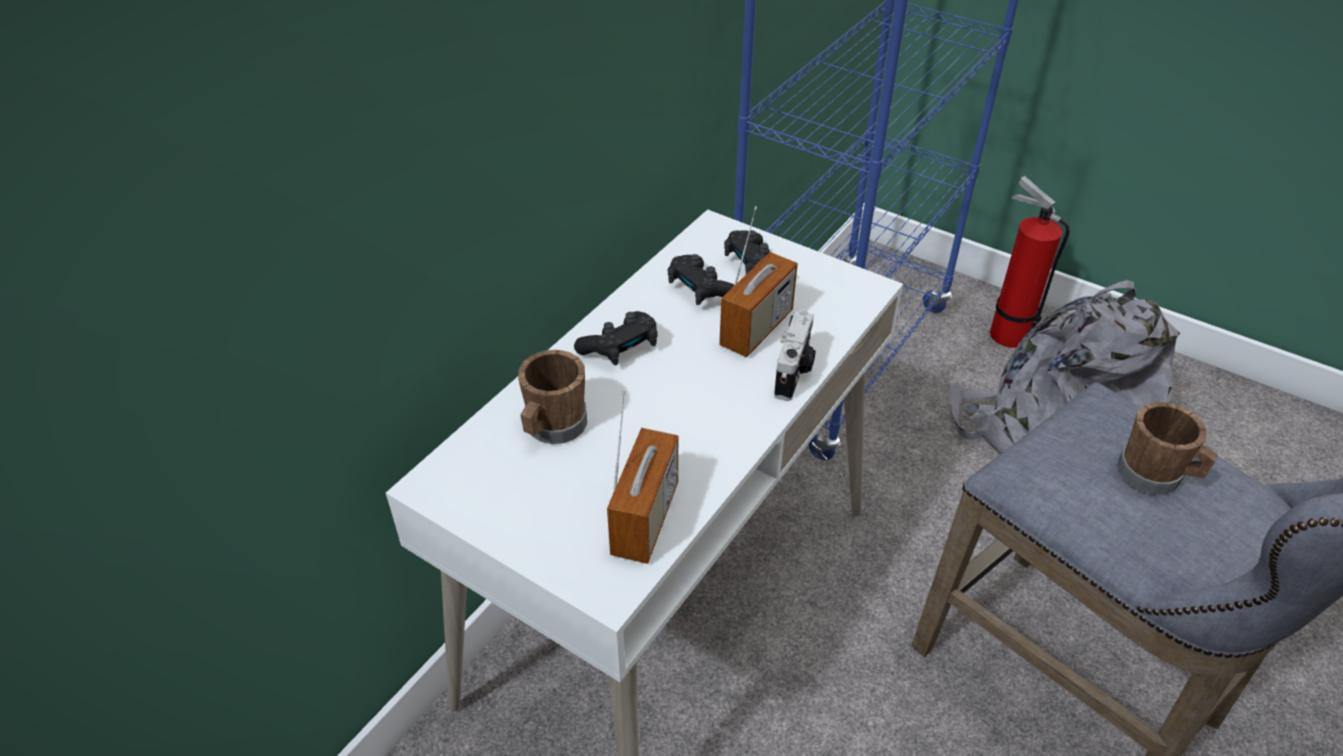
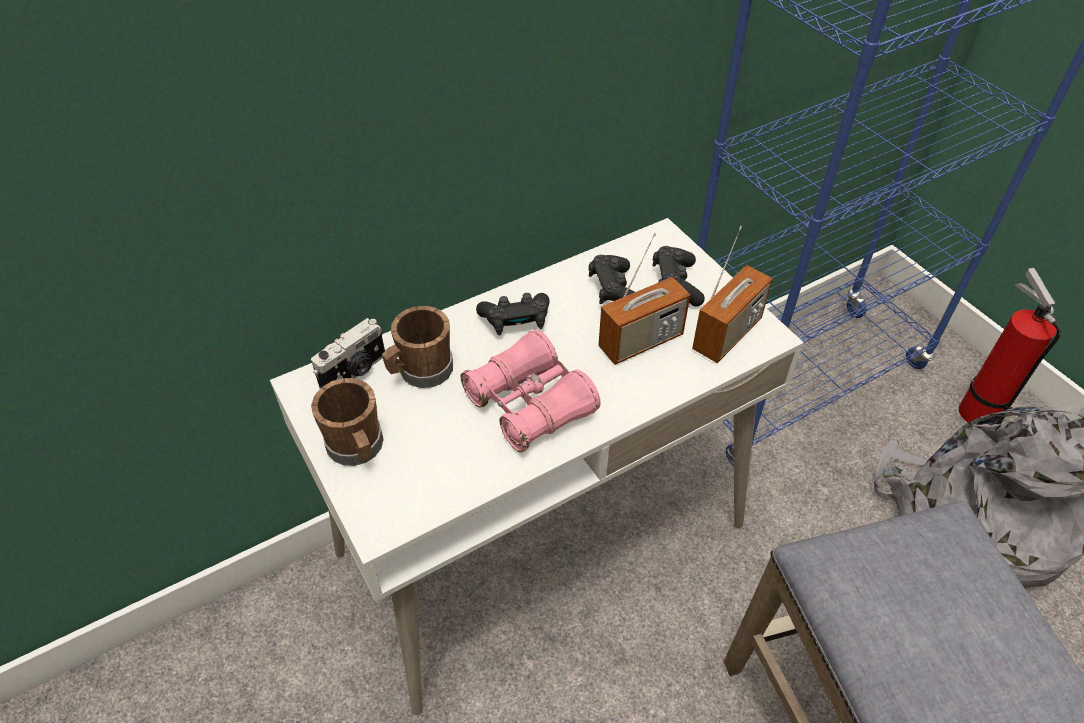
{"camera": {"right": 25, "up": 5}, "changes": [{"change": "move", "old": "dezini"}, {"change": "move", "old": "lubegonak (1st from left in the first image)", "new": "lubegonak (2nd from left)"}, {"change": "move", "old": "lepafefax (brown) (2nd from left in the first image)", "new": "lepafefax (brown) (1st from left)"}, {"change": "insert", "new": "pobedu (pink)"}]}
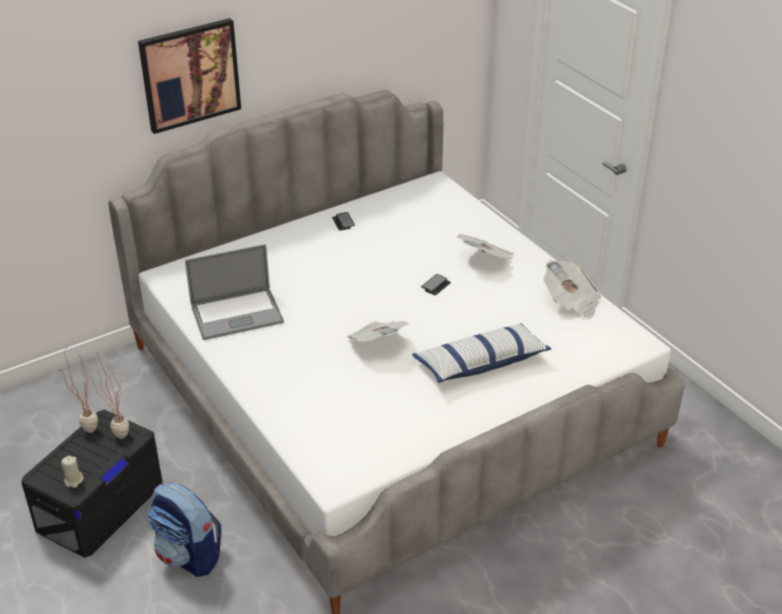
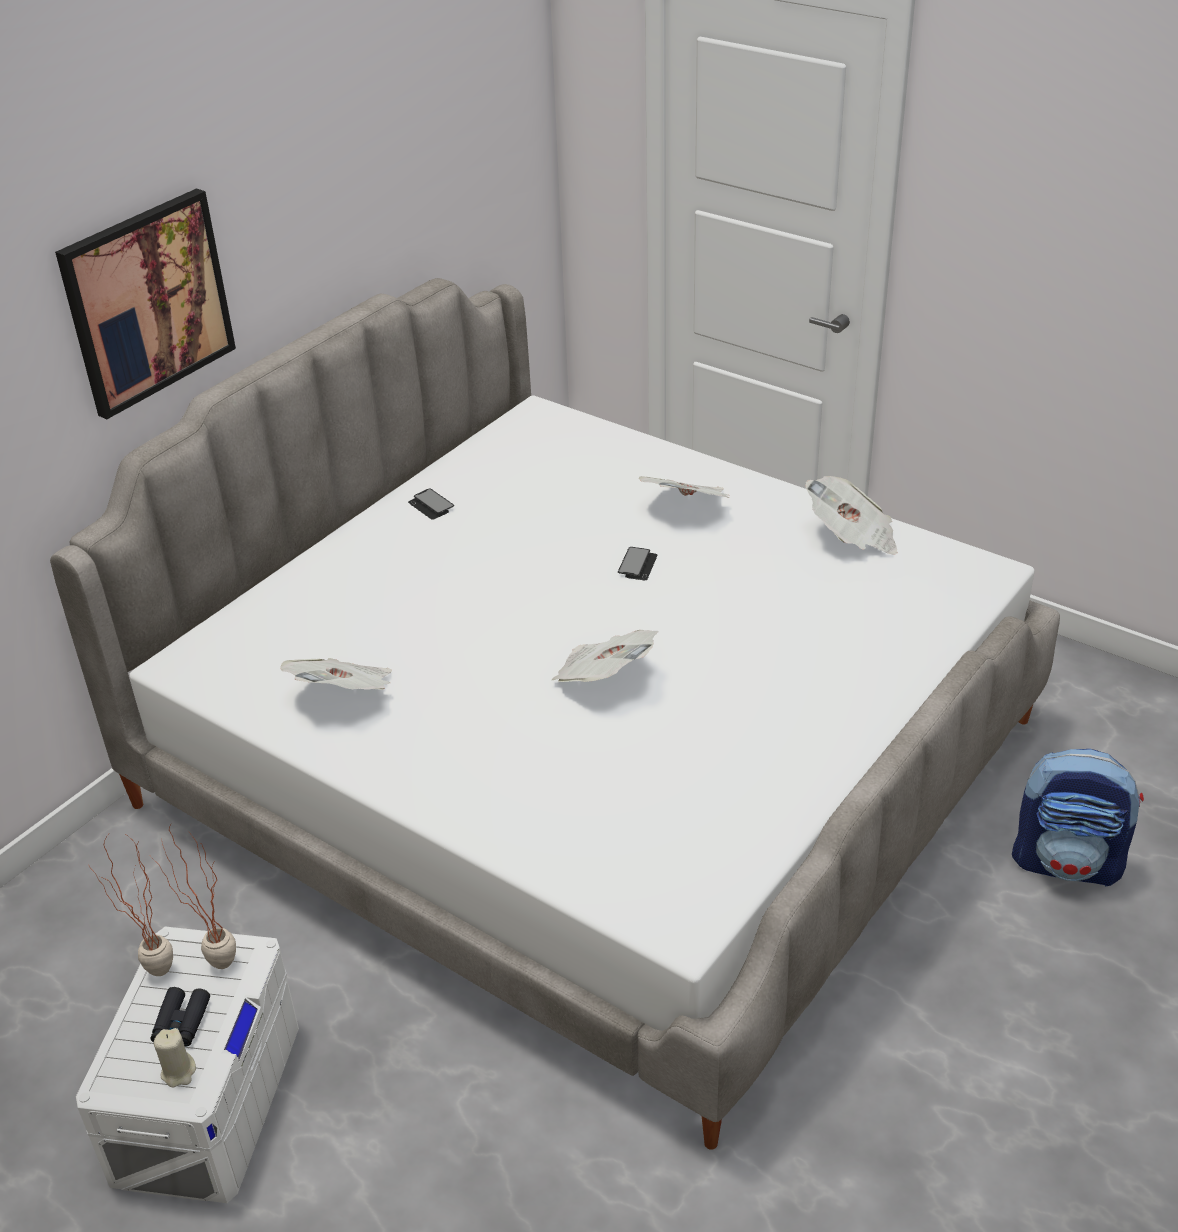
{"camera": {"right": -20, "up": 0}, "changes": [{"change": "replace", "old": "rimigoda", "new": "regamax (1st from left)"}, {"change": "delete", "old": "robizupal"}, {"change": "recolor", "old": "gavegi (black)", "new": "gavegi (white)"}, {"change": "move", "old": "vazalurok"}, {"change": "insert", "new": "pobedu (black)"}]}
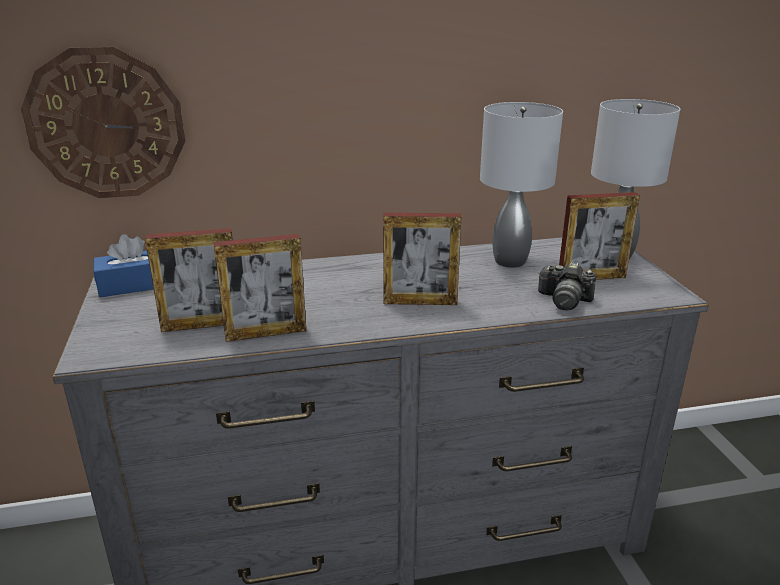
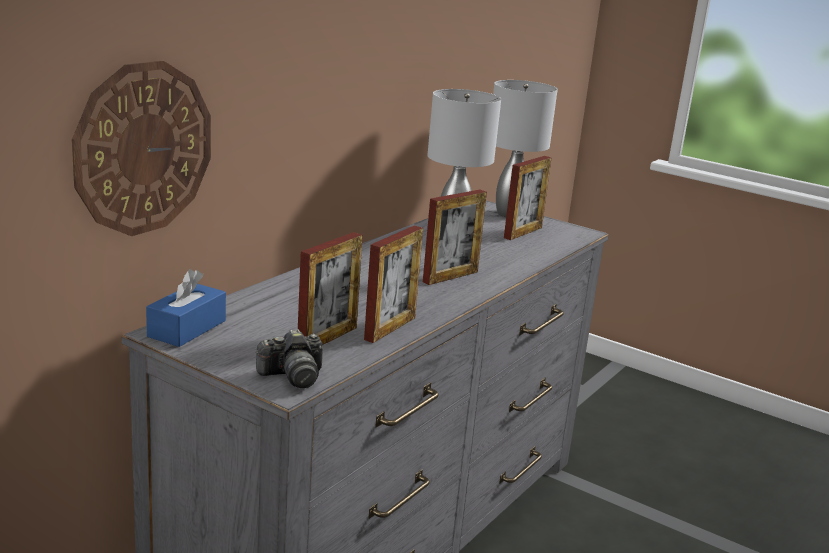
{"camera": {"right": -45, "up": -5}, "changes": [{"change": "move", "old": "dezini"}]}
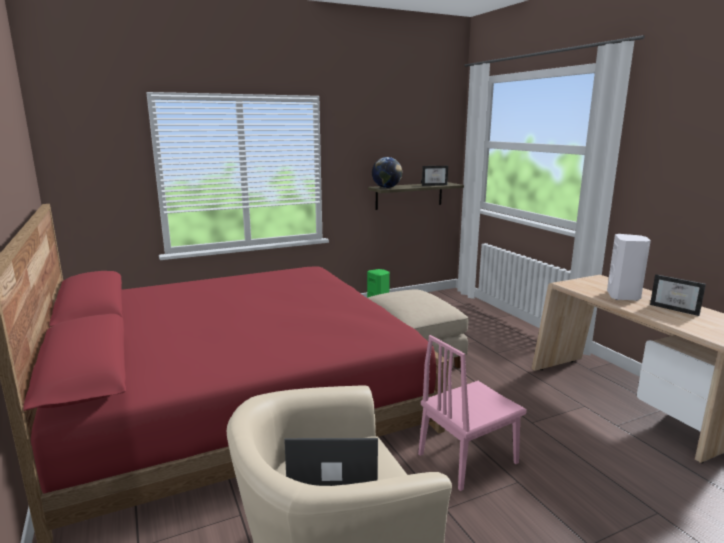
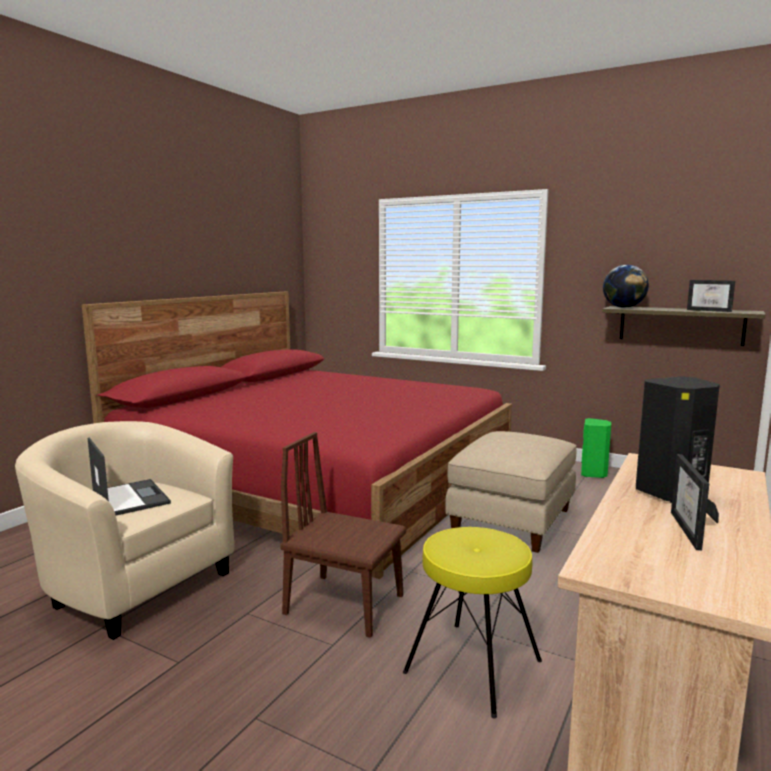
{"camera": {"right": 55, "up": -5}, "changes": [{"change": "recolor", "old": "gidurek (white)", "new": "gidurek (black)"}, {"change": "recolor", "old": "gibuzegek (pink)", "new": "gibuzegek (brown)"}, {"change": "insert", "new": "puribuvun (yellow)"}]}
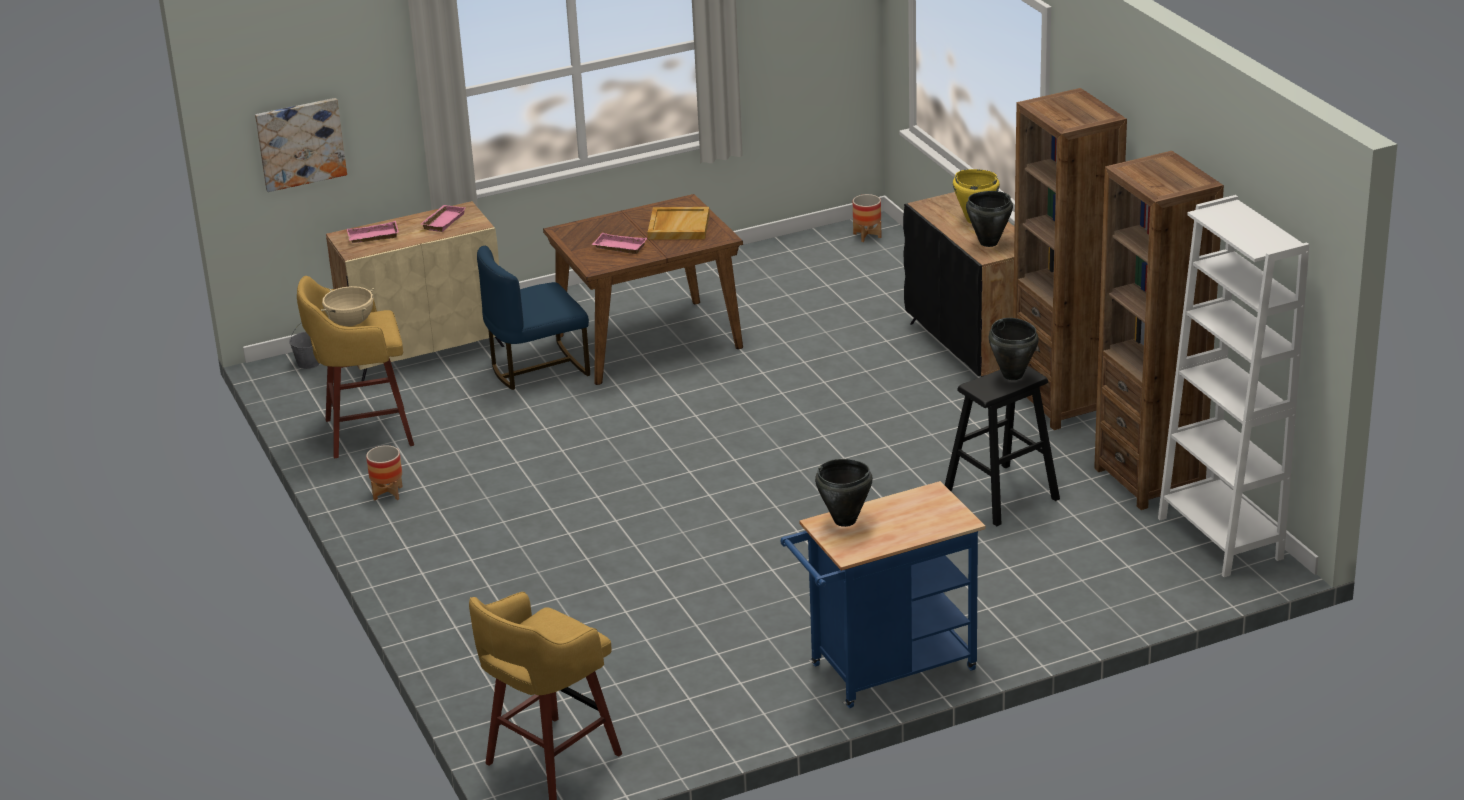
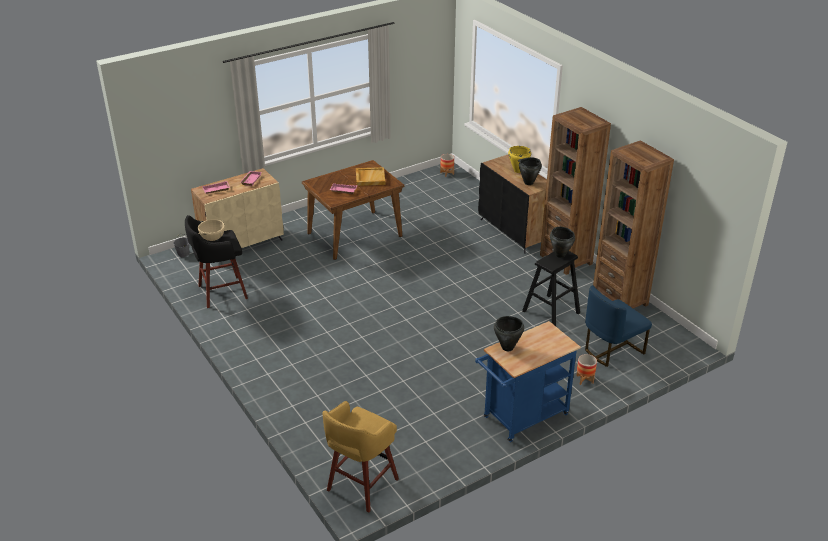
{"camera": {"right": -10, "up": 5}, "changes": [{"change": "delete", "old": "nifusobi"}, {"change": "delete", "old": "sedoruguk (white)"}, {"change": "move", "old": "gibuzegek (blue)"}, {"change": "recolor", "old": "puribuvun (yellow) (1st from left)", "new": "puribuvun (black) (1st from left)"}, {"change": "move", "old": "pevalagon (1st from left in the first image)", "new": "pevalagon (2nd from left)"}]}
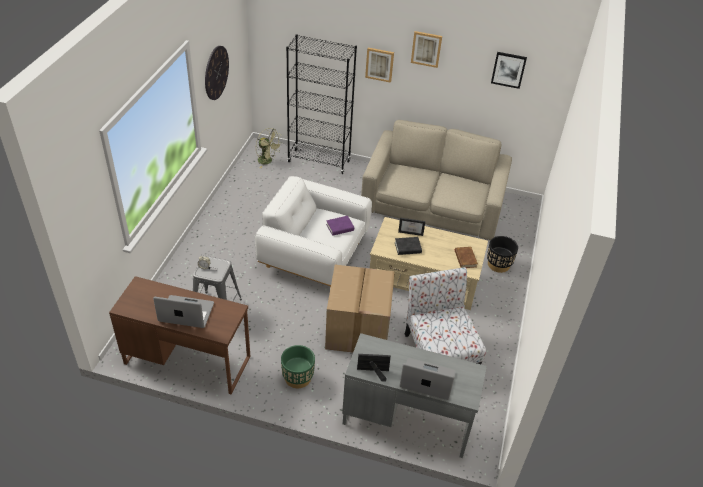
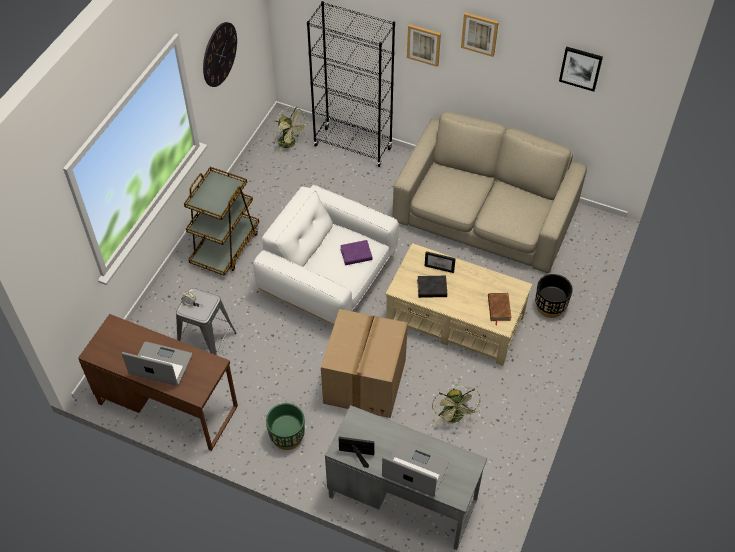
{"camera": {"right": 10, "up": 10}, "changes": [{"change": "replace", "old": "gibuzegek", "new": "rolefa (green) (2nd from left)"}, {"change": "insert", "new": "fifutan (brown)"}]}
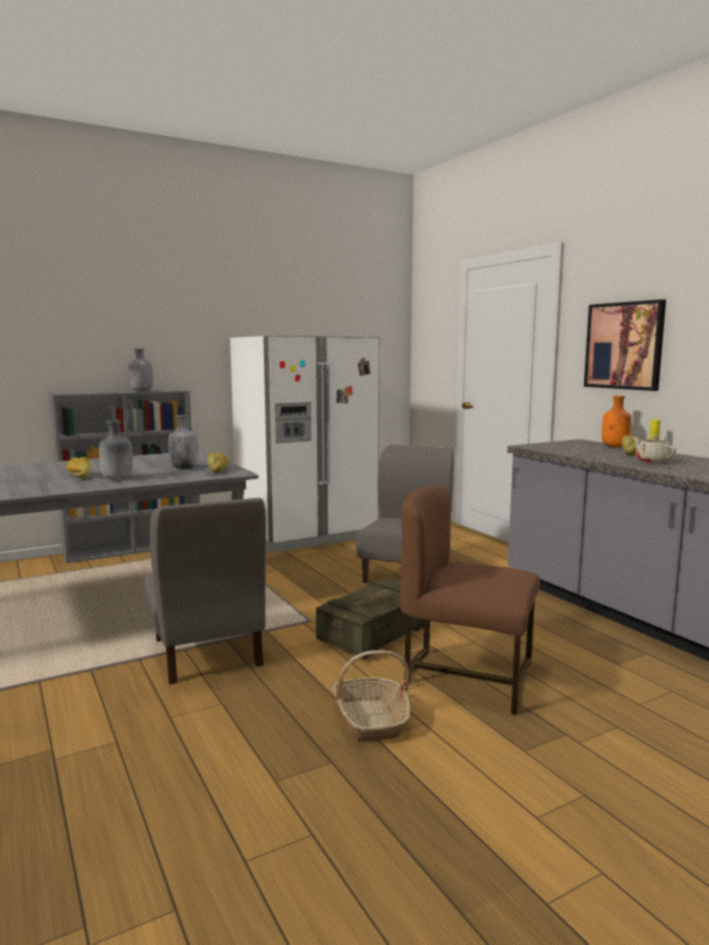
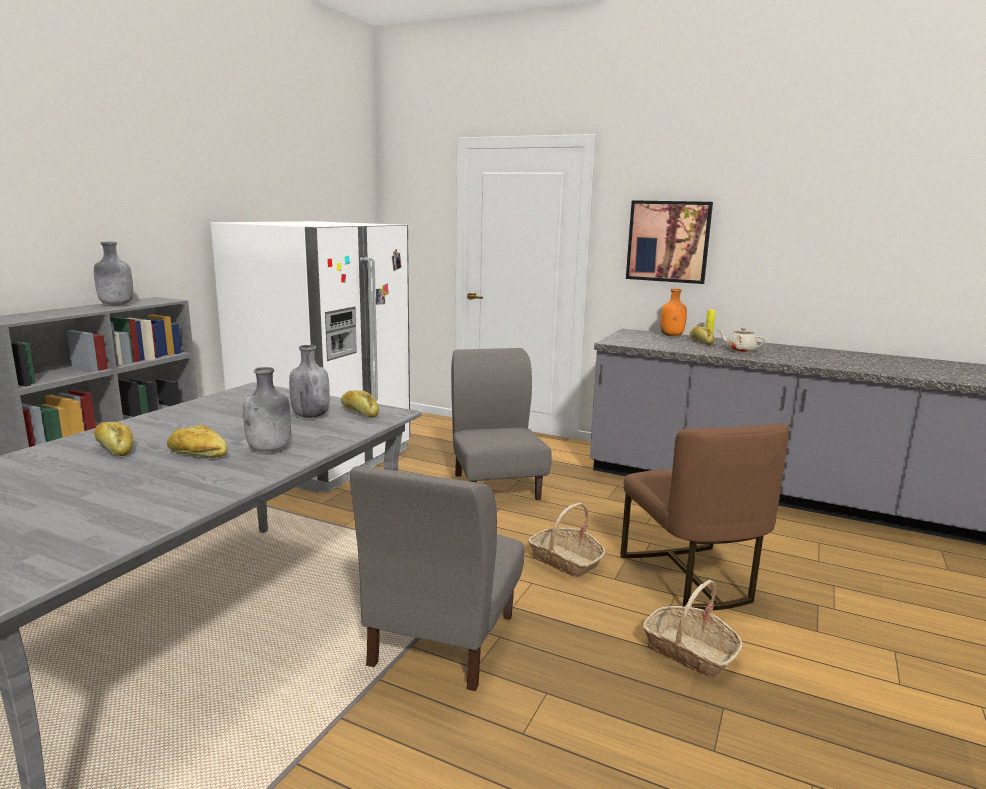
{"camera": {"right": -35, "up": 5}, "changes": [{"change": "rotate", "old": "gibuzegek (brown)", "degrees": -90}, {"change": "rotate", "old": "gibuzegek (grey) (1st from left)", "degrees": 75}, {"change": "replace", "old": "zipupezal", "new": "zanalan (1st from left)"}, {"change": "insert", "new": "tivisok (1st from left)"}]}
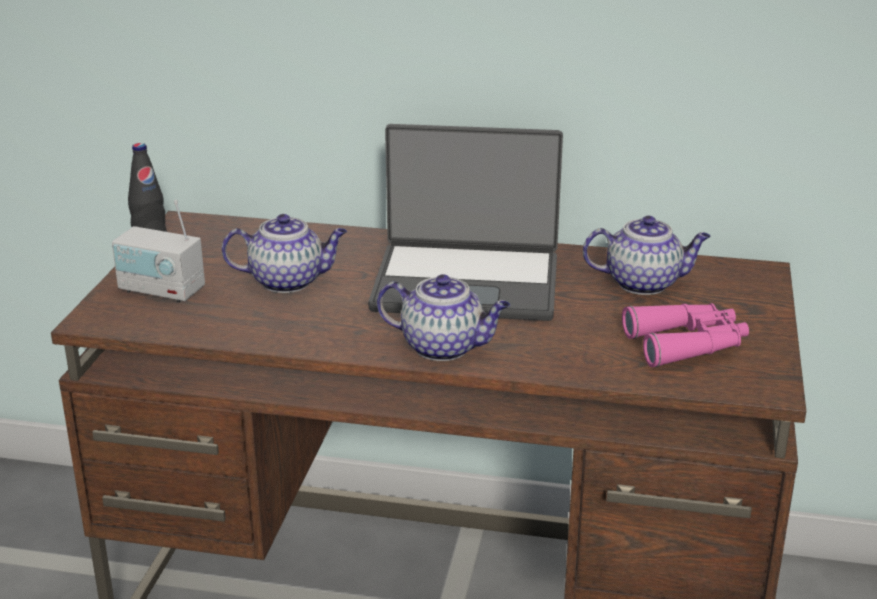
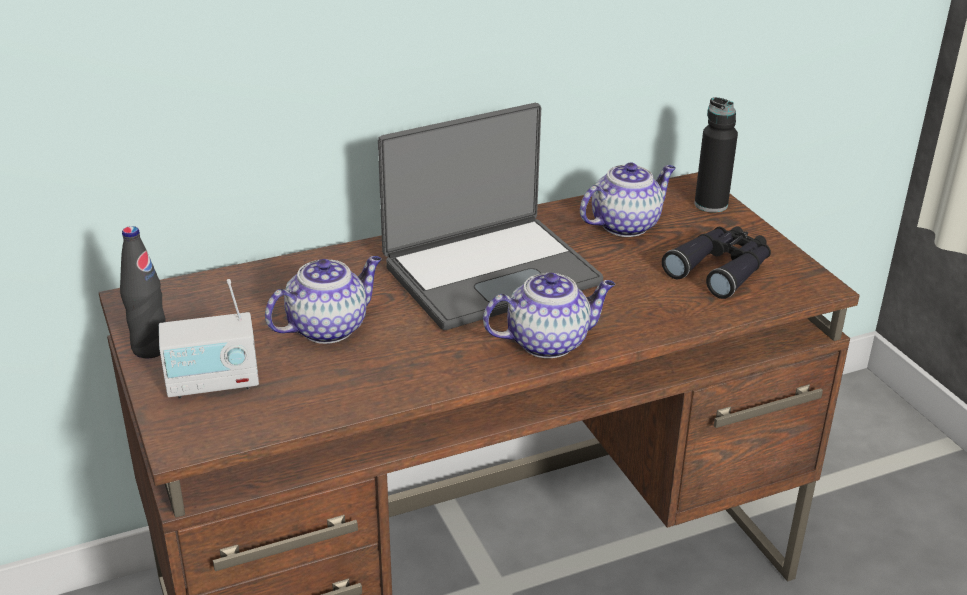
{"camera": {"right": -35, "up": 5}, "changes": [{"change": "recolor", "old": "pobedu (pink)", "new": "pobedu (black)"}, {"change": "insert", "new": "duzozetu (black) (2nd from left)"}]}
